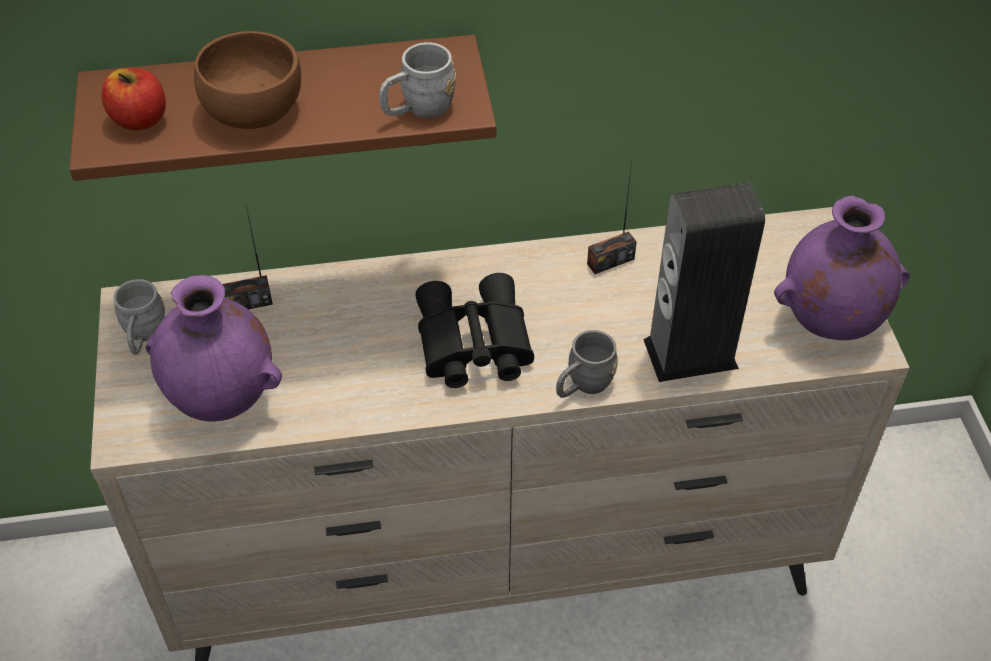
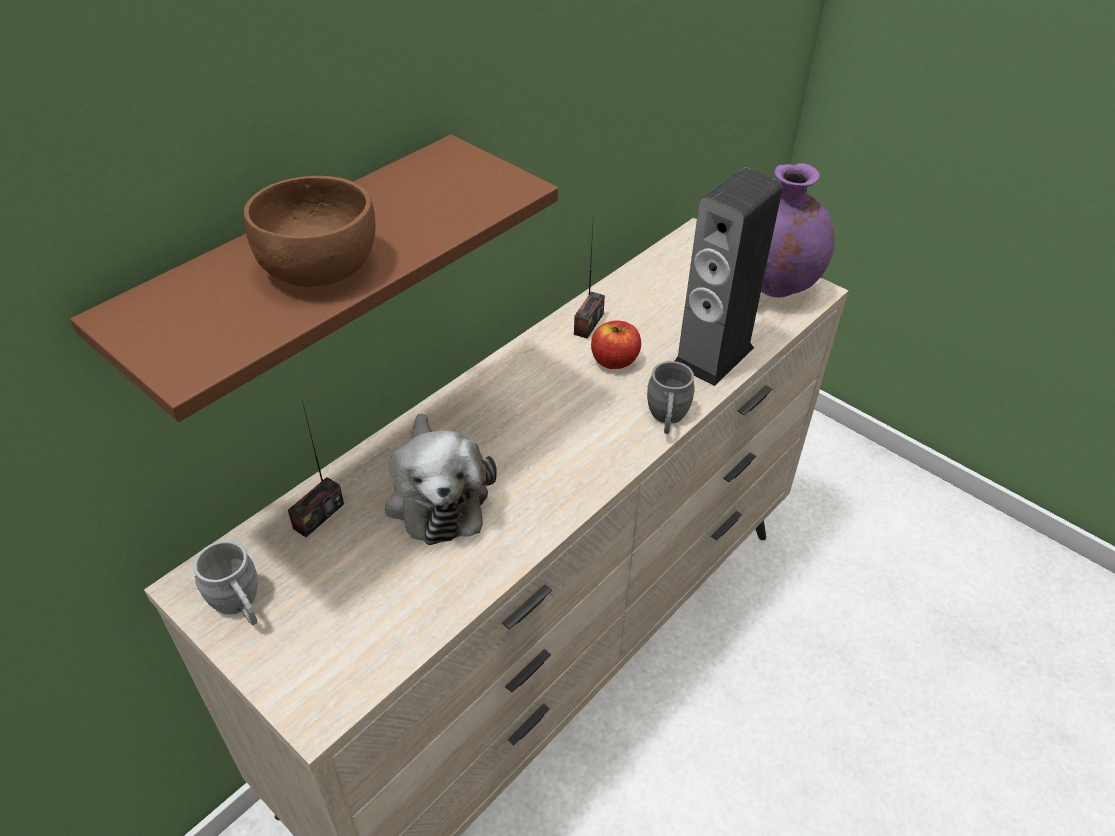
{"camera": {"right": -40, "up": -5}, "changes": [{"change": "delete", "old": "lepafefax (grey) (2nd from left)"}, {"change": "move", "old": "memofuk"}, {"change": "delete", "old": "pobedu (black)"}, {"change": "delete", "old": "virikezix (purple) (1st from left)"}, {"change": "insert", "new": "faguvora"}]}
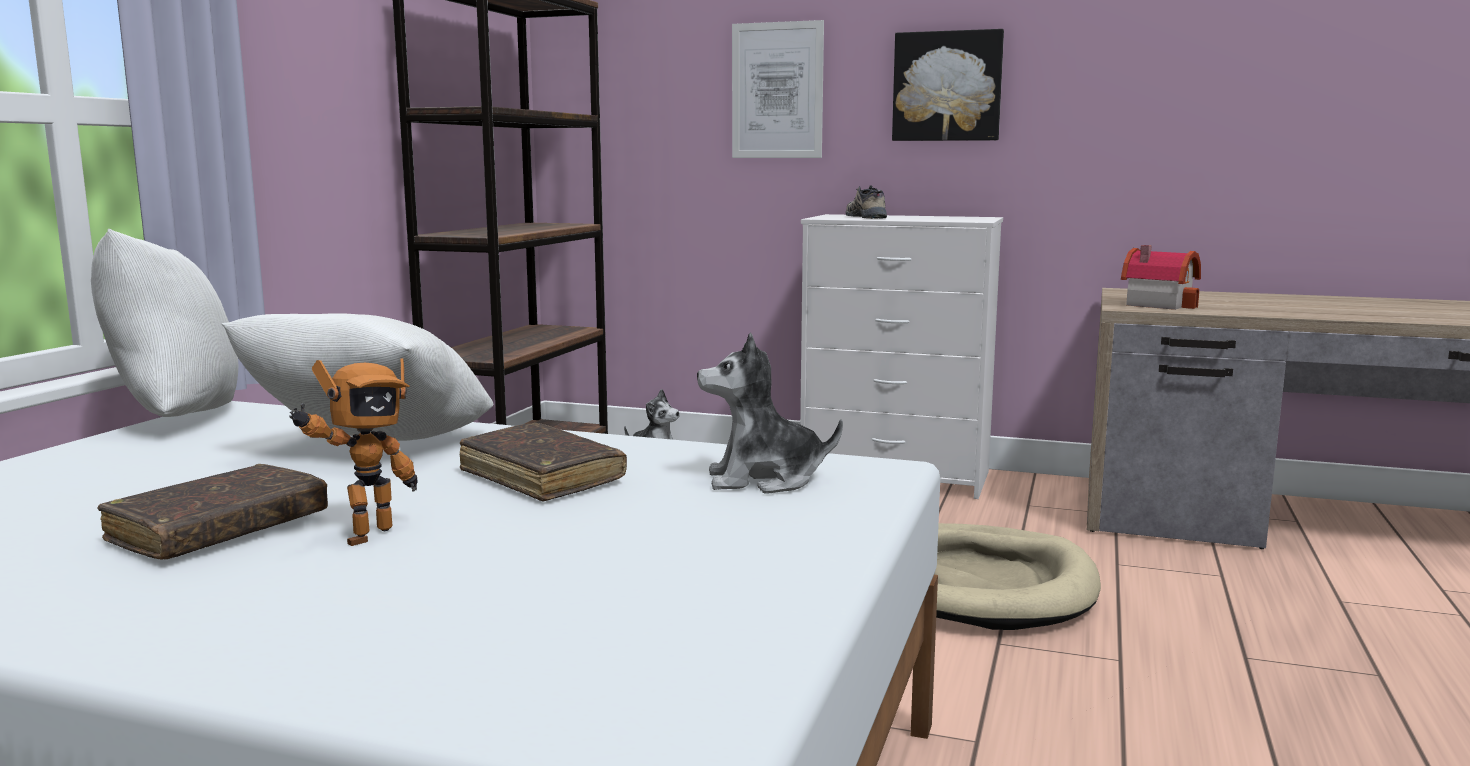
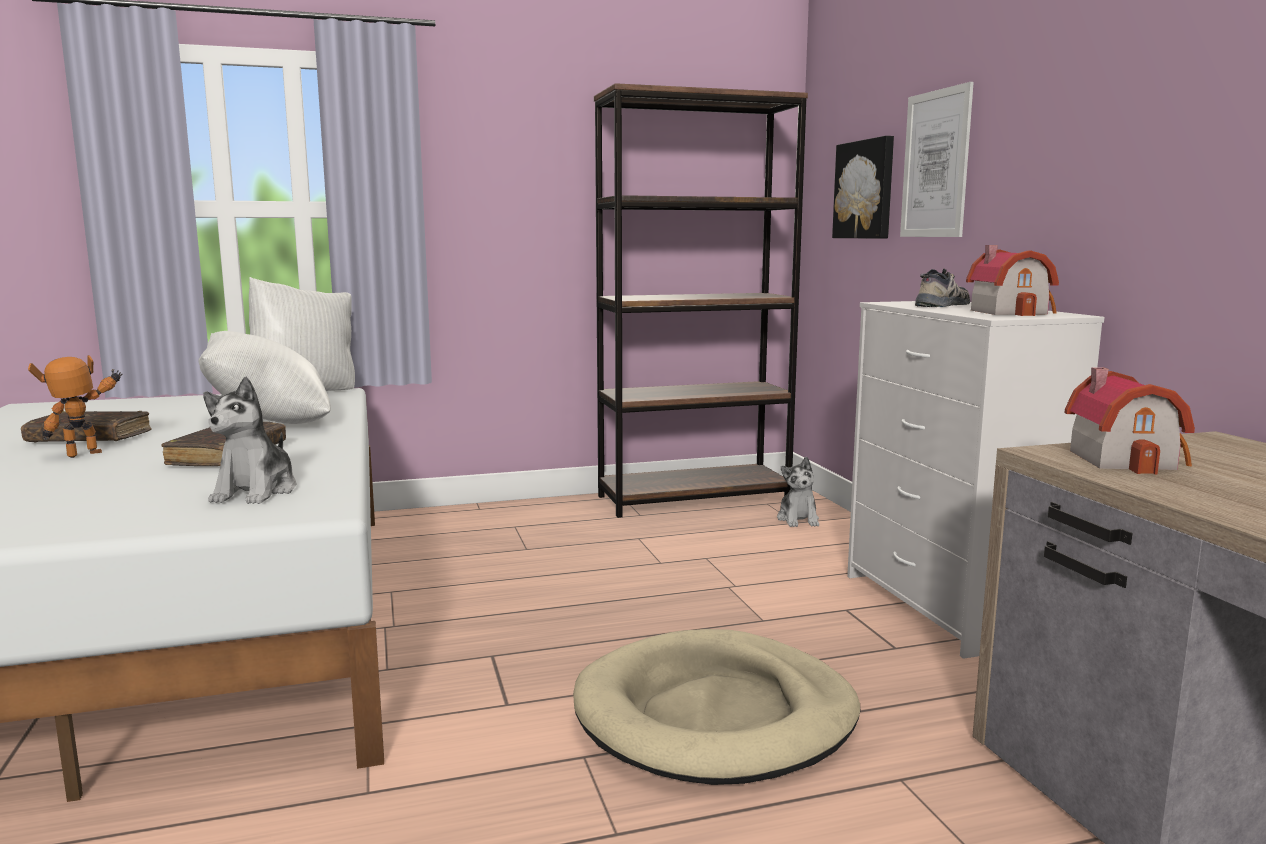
{"camera": {"right": 55, "up": 0}, "changes": [{"change": "move", "old": "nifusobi (2nd from left in the first image)", "new": "nifusobi (1st from left)"}, {"change": "rotate", "old": "faguvora (2nd from left in the first image)", "degrees": -135}, {"change": "rotate", "old": "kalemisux", "degrees": 135}, {"change": "insert", "new": "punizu (1st from left)"}]}
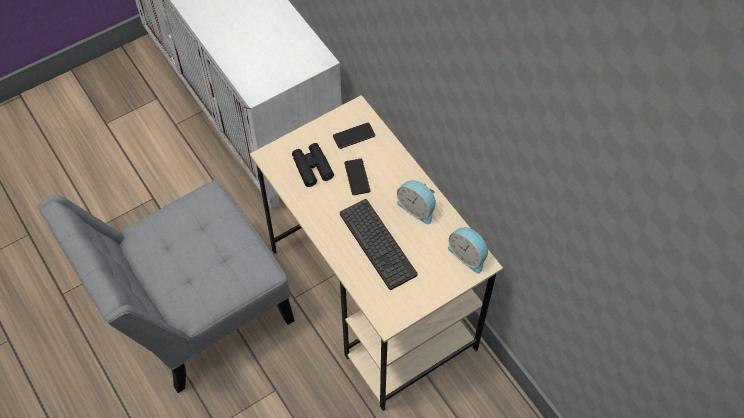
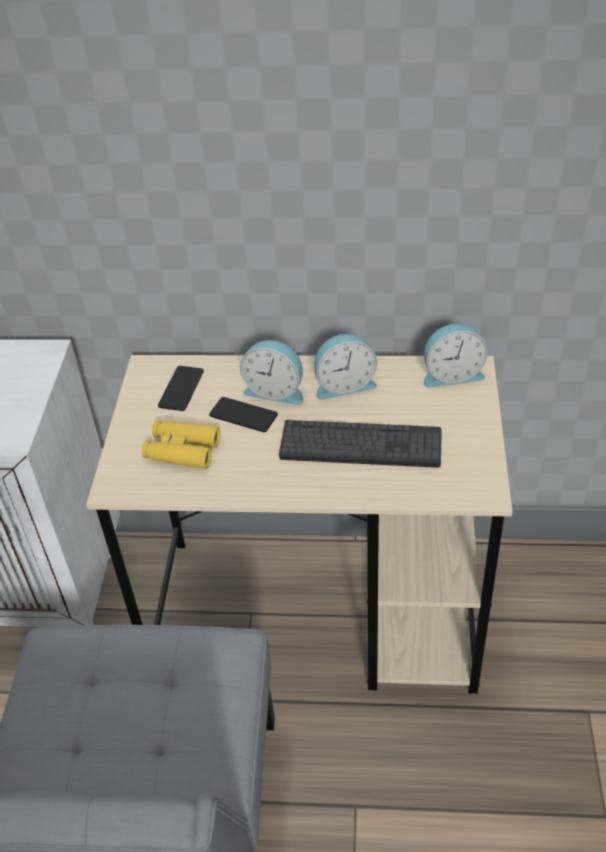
{"camera": {"right": -50, "up": -15}, "changes": [{"change": "recolor", "old": "pobedu (black)", "new": "pobedu (yellow)"}, {"change": "insert", "new": "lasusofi (1st from left)"}]}
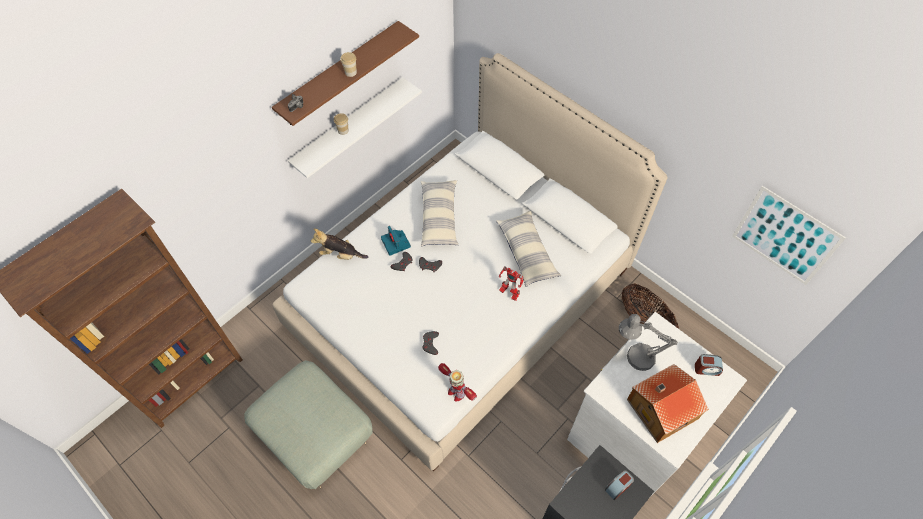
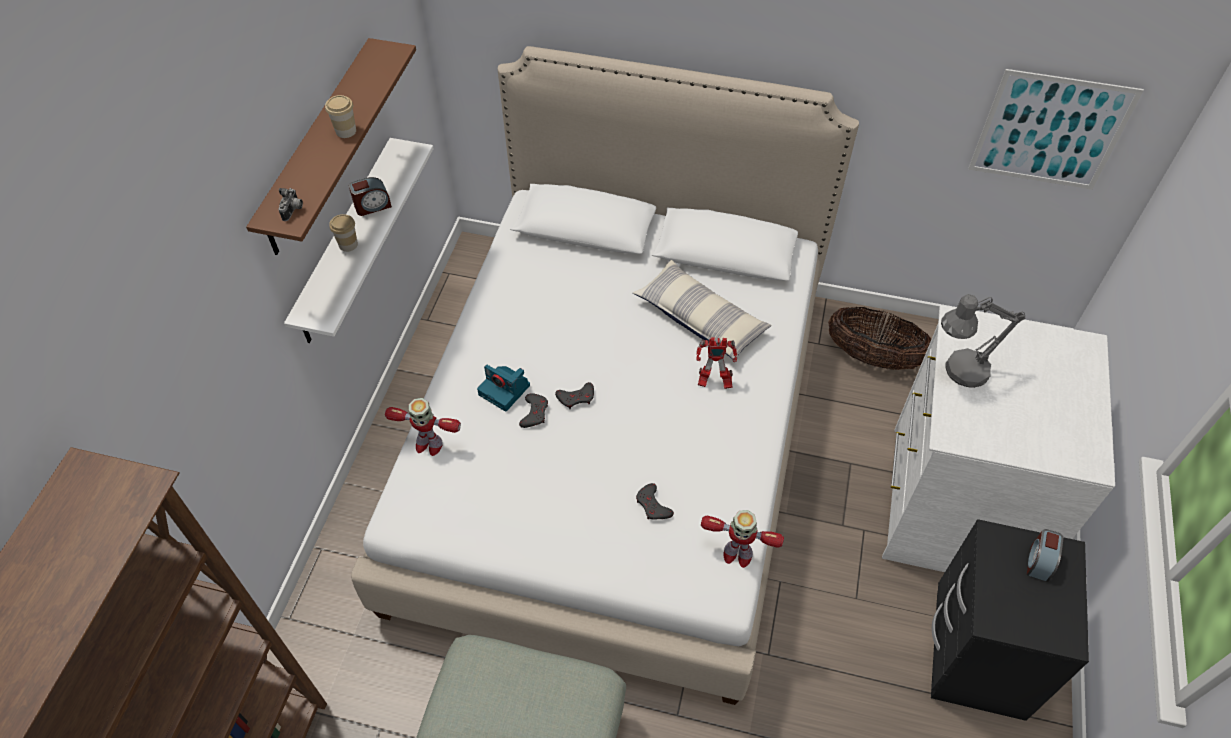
{"camera": {"right": -30, "up": -5}, "changes": [{"change": "delete", "old": "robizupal (1st from left)"}, {"change": "replace", "old": "faguvora", "new": "kalemisux (1st from left)"}, {"change": "move", "old": "lasusofi (2nd from left in the first image)", "new": "lasusofi (1st from left)"}, {"change": "delete", "old": "punizu"}]}
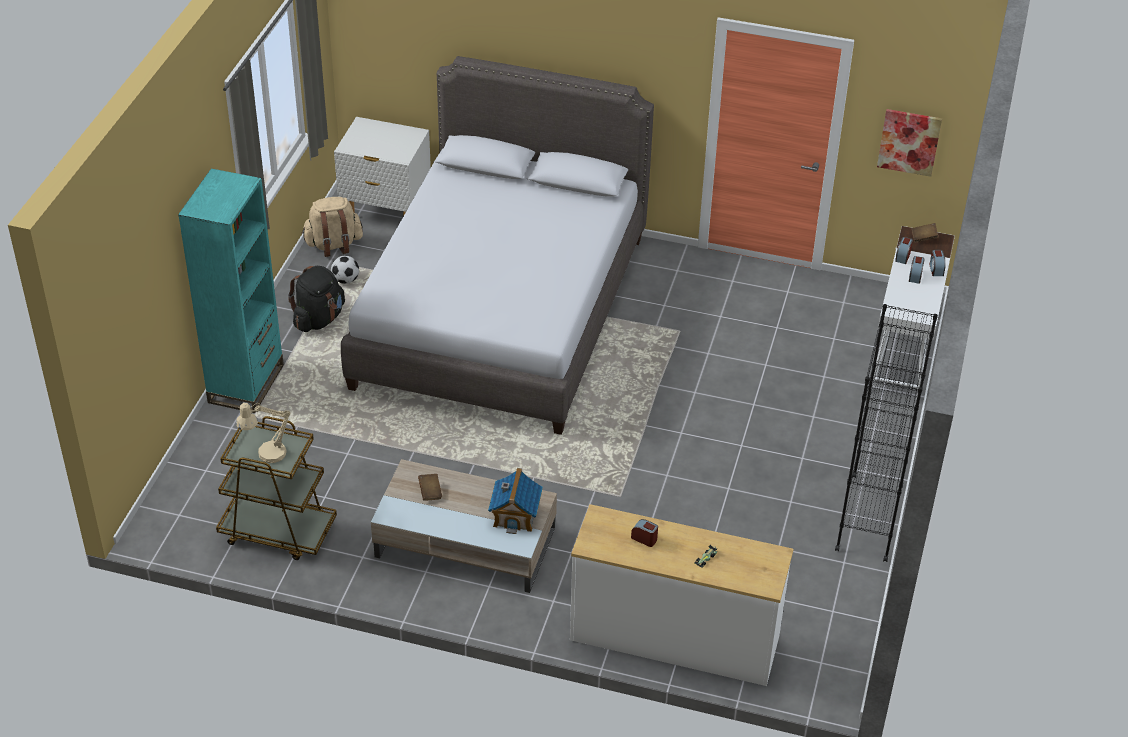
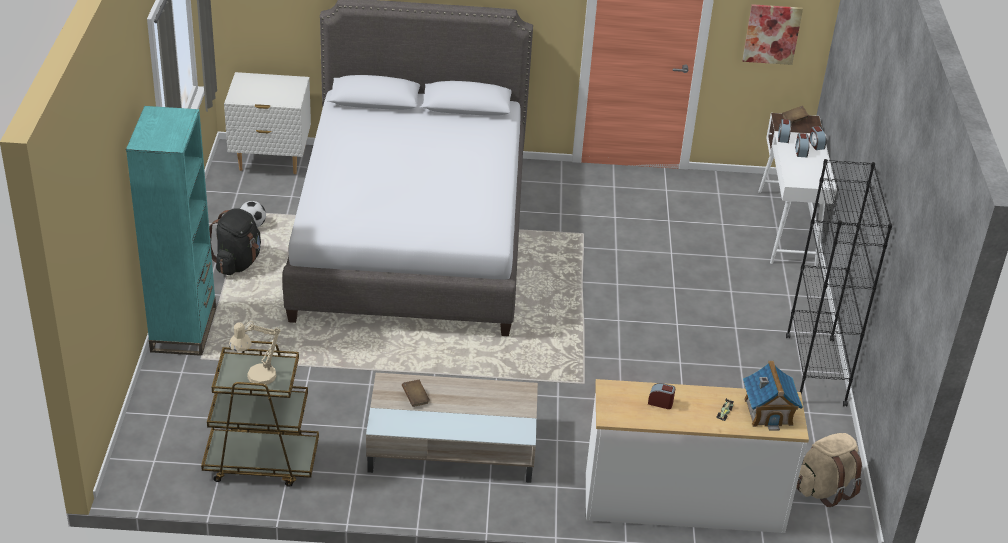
{"camera": {"right": -15, "up": -5}, "changes": [{"change": "move", "old": "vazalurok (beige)"}, {"change": "move", "old": "punizu"}]}
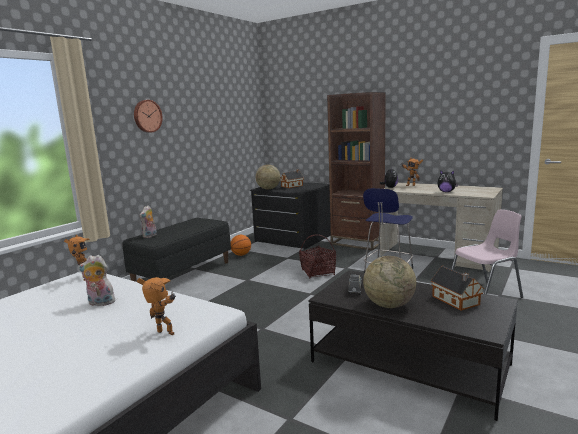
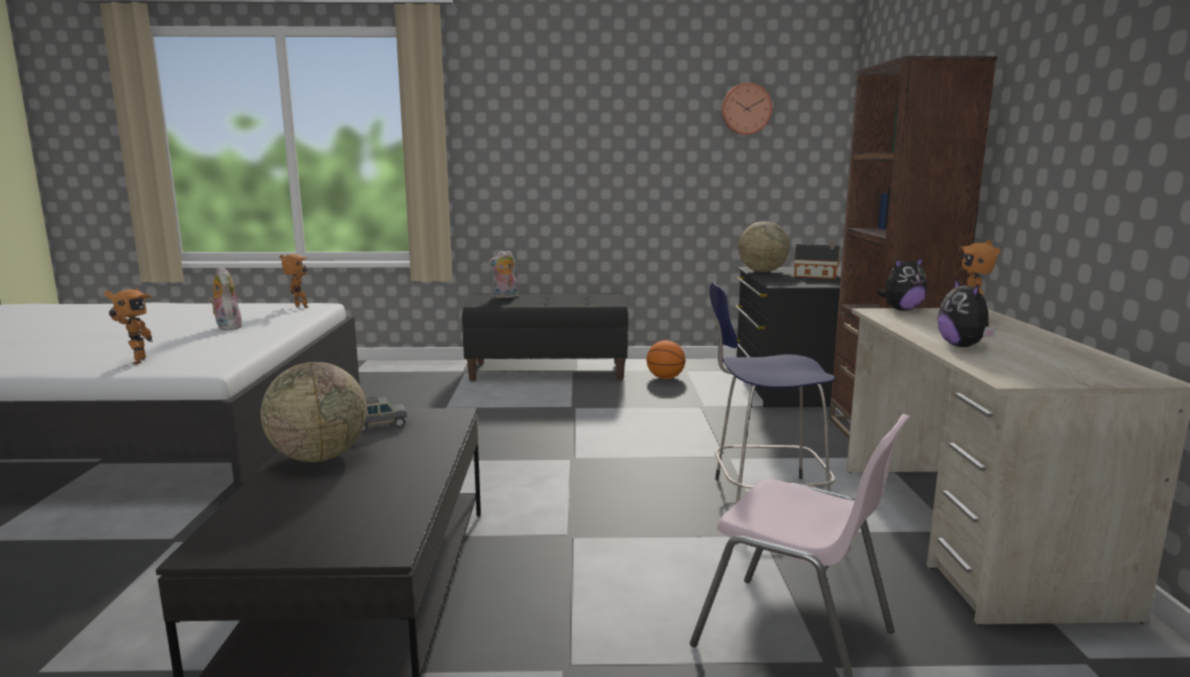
{"camera": {"right": 55, "up": 0}, "changes": [{"change": "move", "old": "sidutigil"}, {"change": "delete", "old": "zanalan"}, {"change": "rotate", "old": "kalemisux (1st from left in the first image)", "degrees": -90}, {"change": "delete", "old": "punizu (2nd from left)"}]}
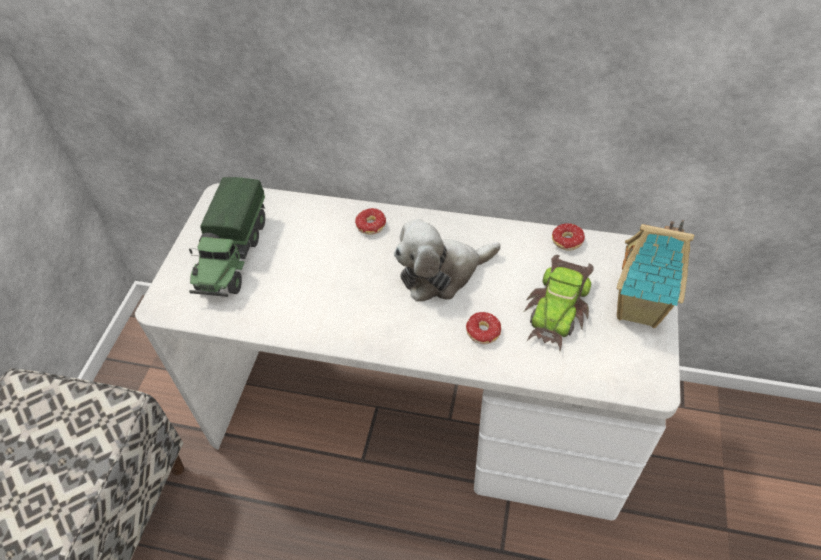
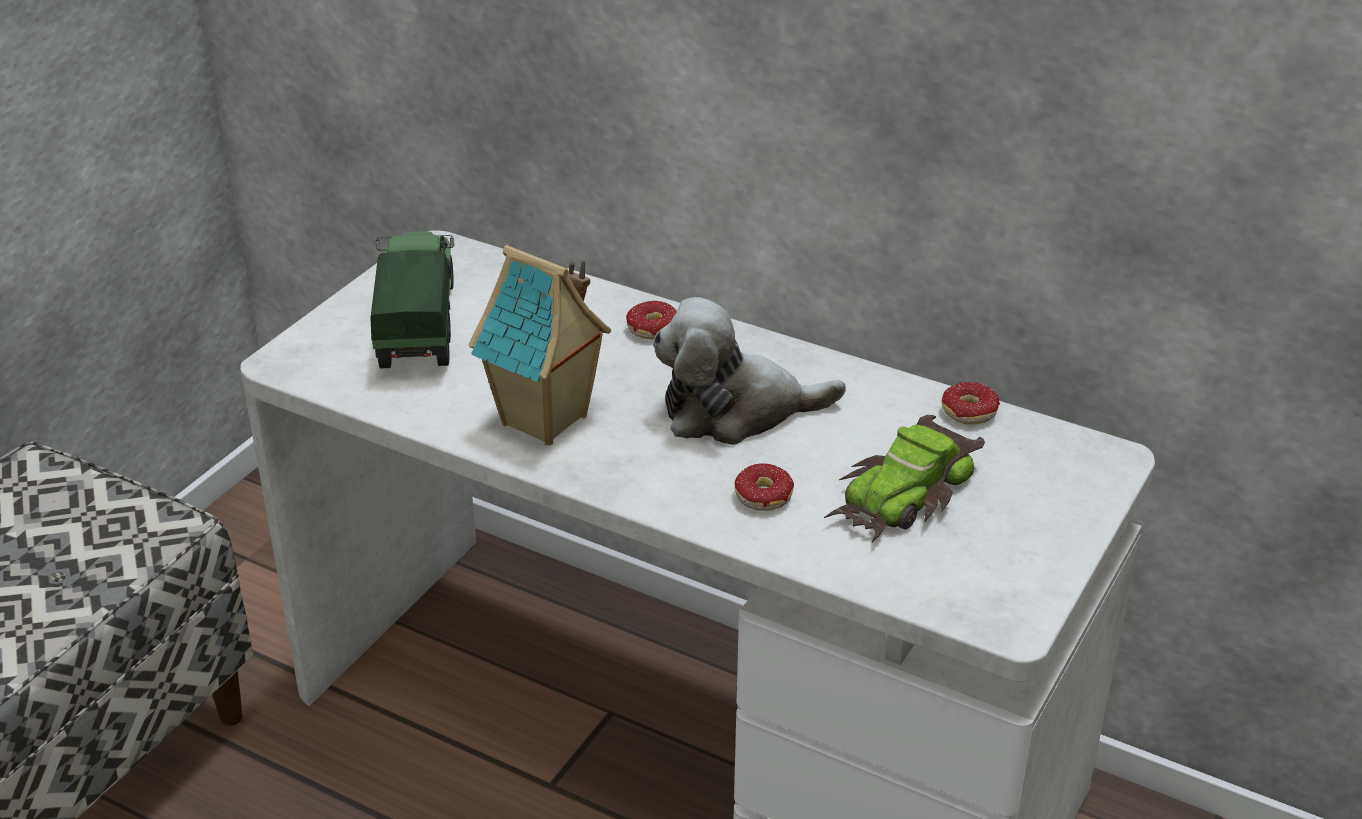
{"camera": {"right": 15, "up": -15}, "changes": [{"change": "rotate", "old": "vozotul", "degrees": 150}, {"change": "move", "old": "punizu"}]}
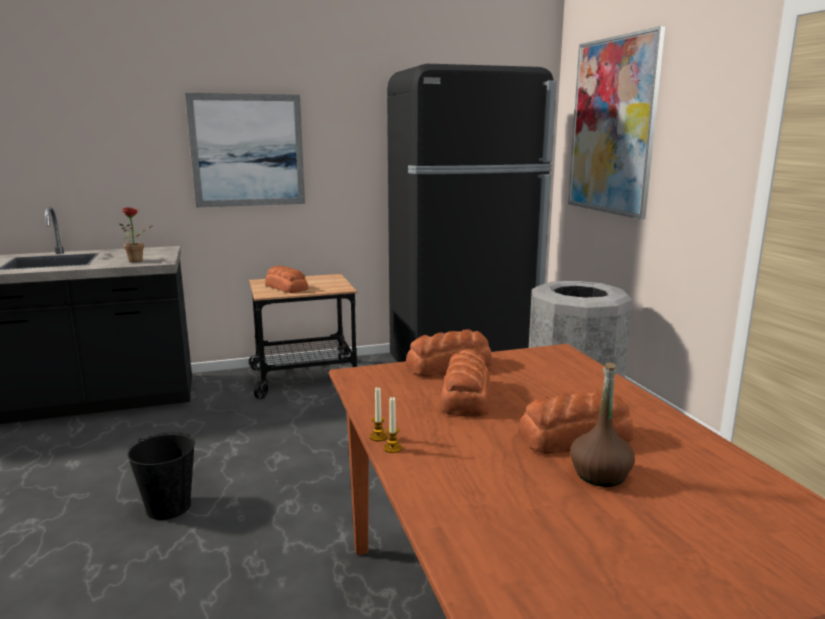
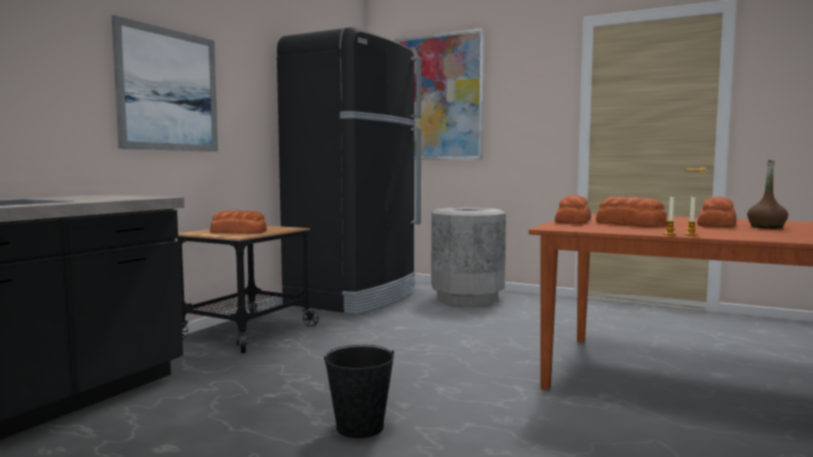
{"camera": {"right": -45, "up": -10}, "changes": [{"change": "delete", "old": "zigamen"}]}
